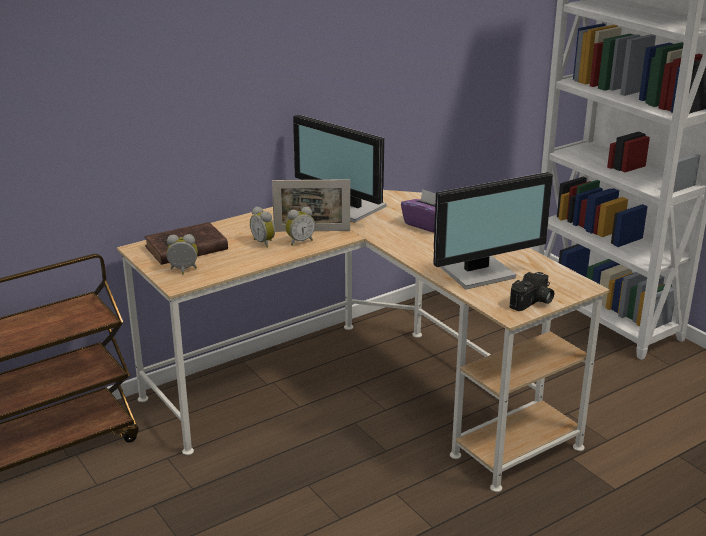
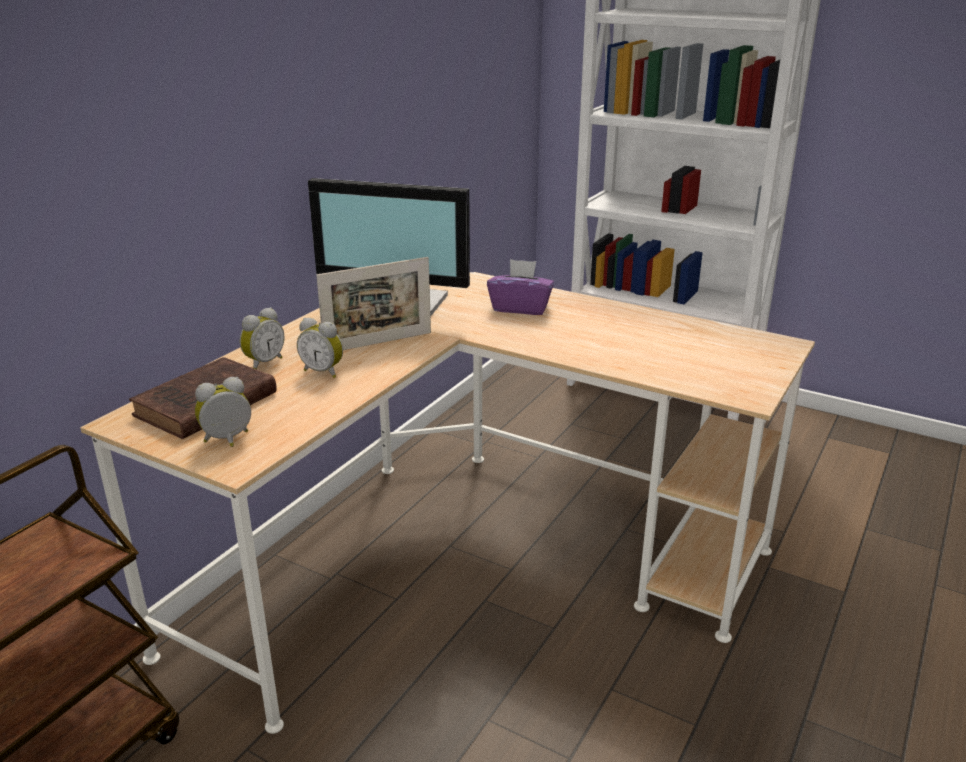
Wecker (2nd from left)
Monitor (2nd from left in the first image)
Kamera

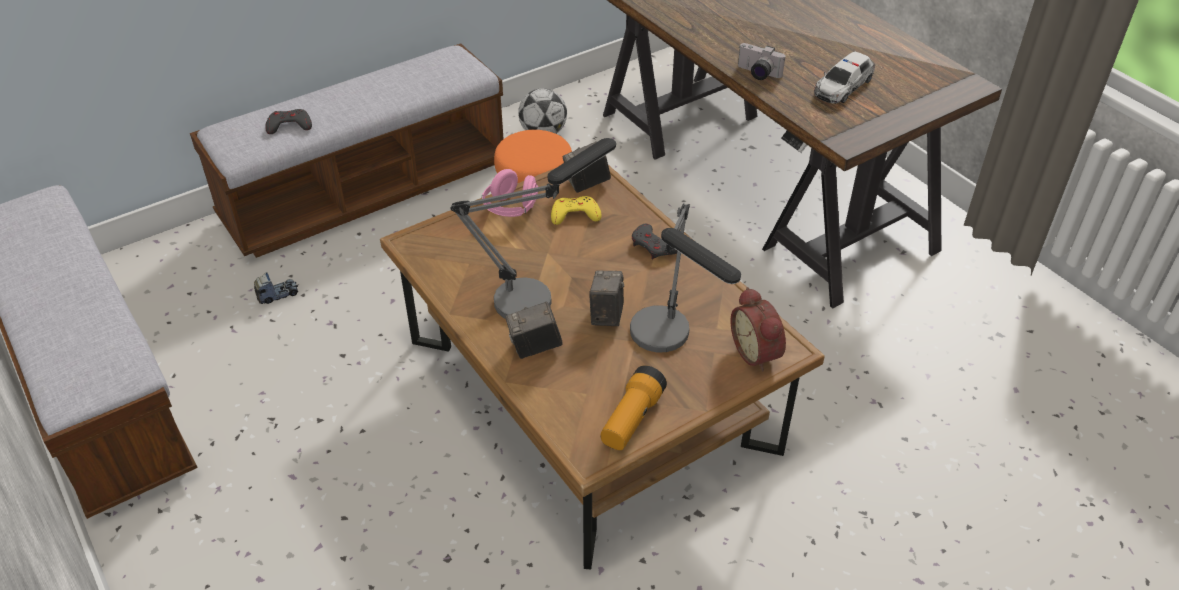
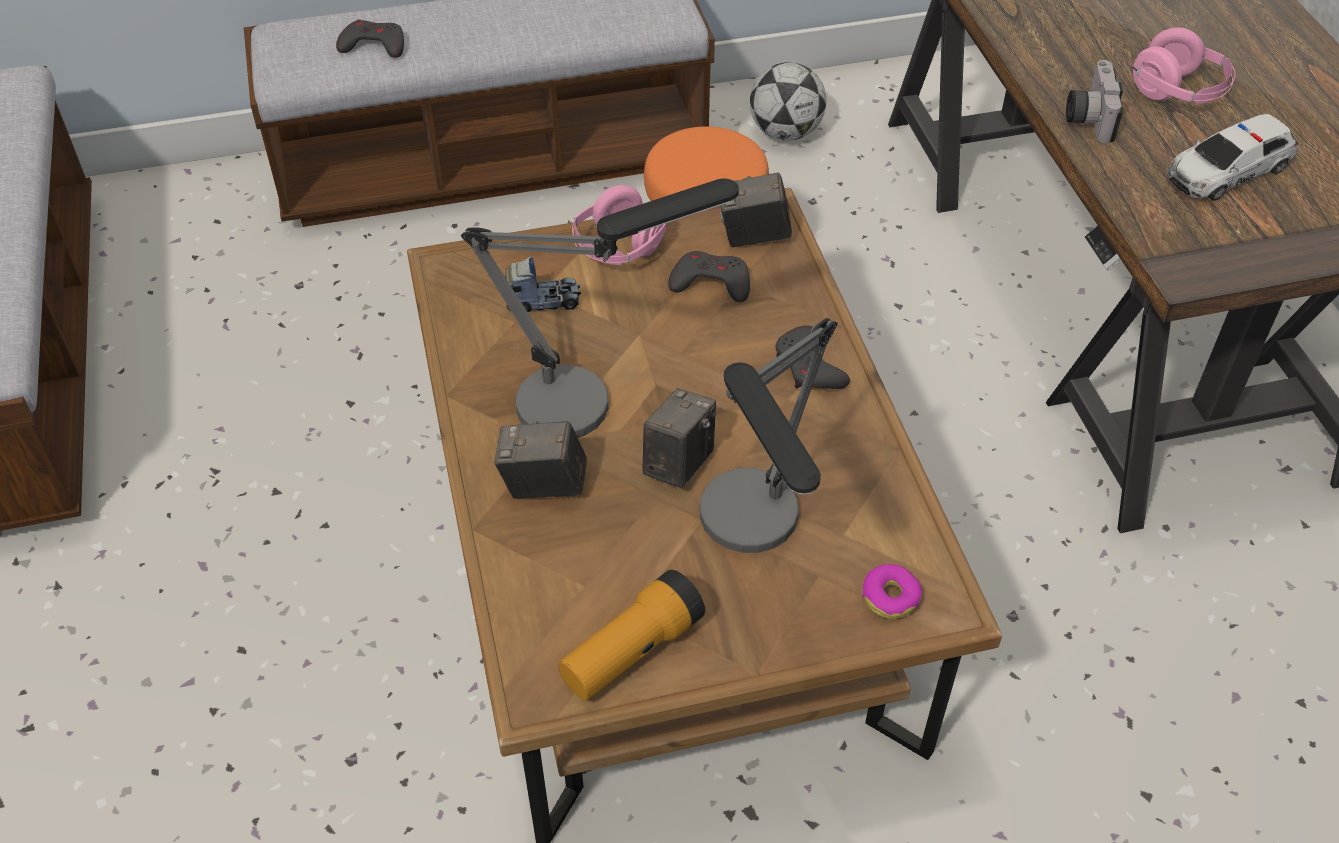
Spielzeuglaster
Gamepad [grau] (2nd from left)
Donut
Kamera (4th from left)
Kopfhörer [rosa] (2nd from left)

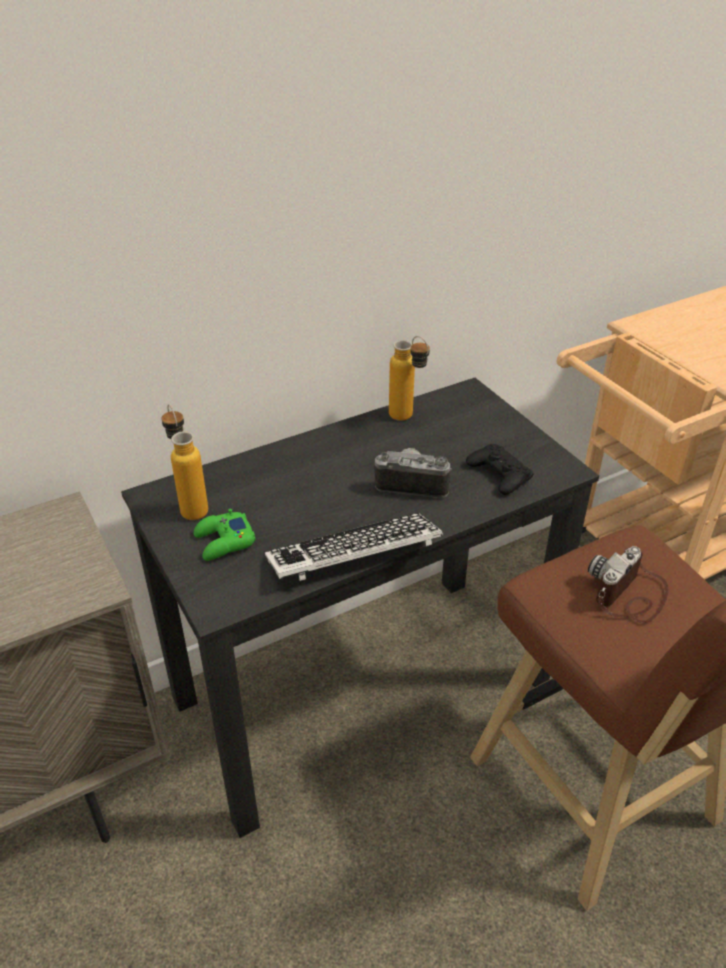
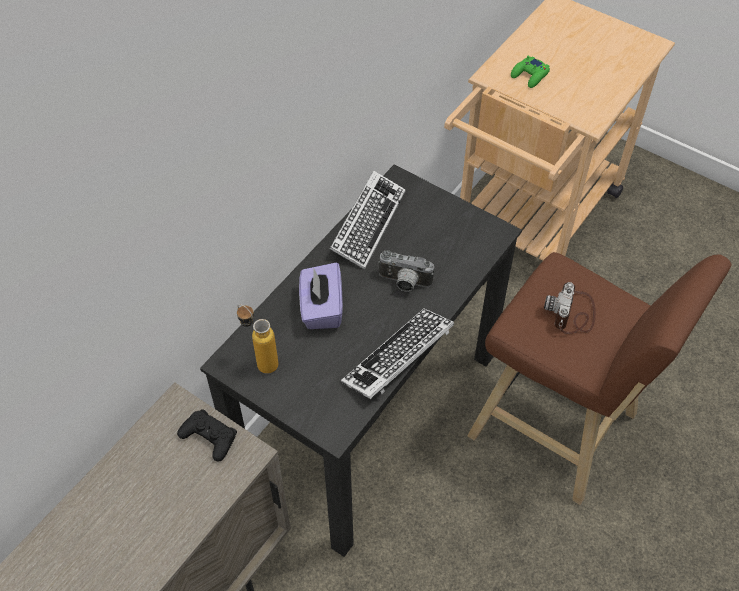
Gamepad [schwarz]
Taschentuchbox [lila]
Tastatur (1st from left)
Kamera (1st from left)
Gamepad [grün]

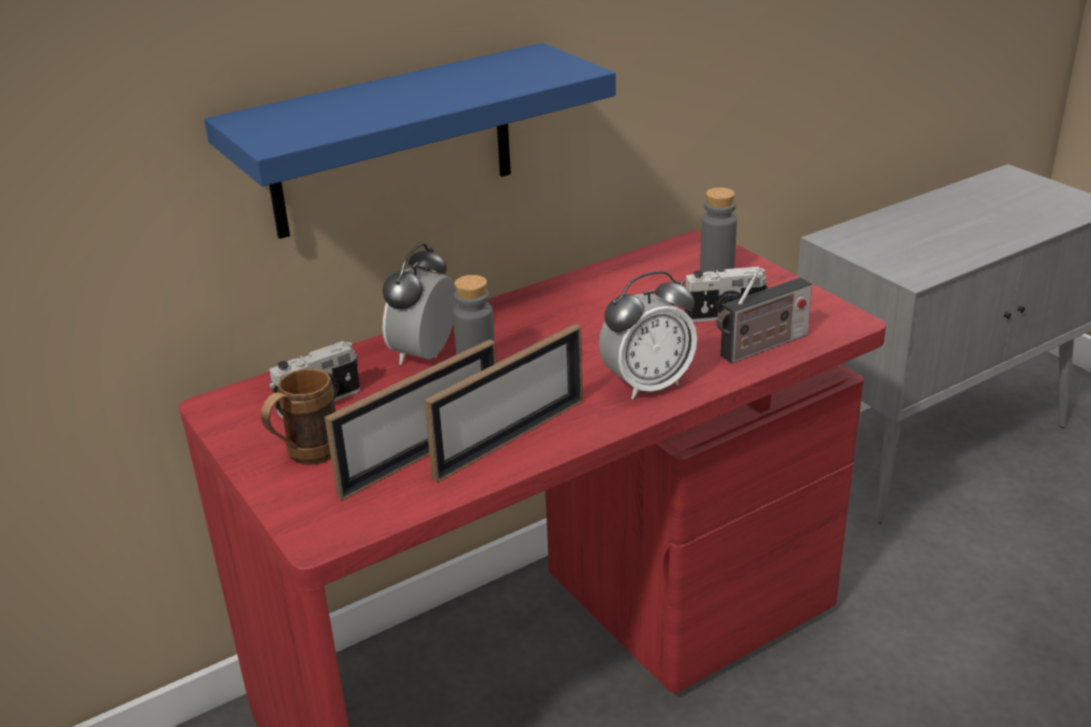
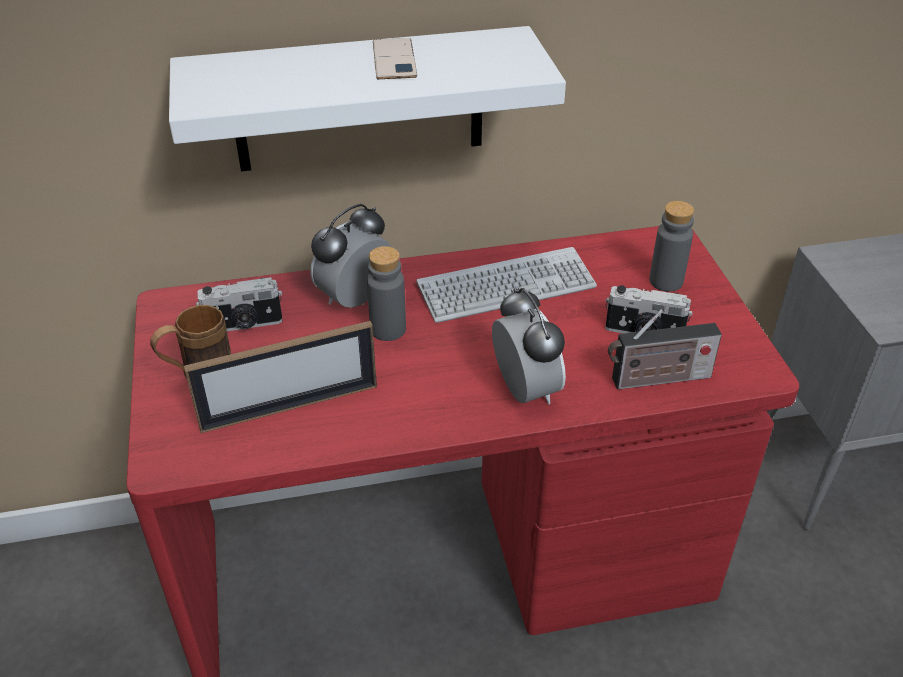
Wandregal [weiß]
Handy
Tastatur
Wecker (2nd from left)
Bilderrahmen (2nd from left in the first image)

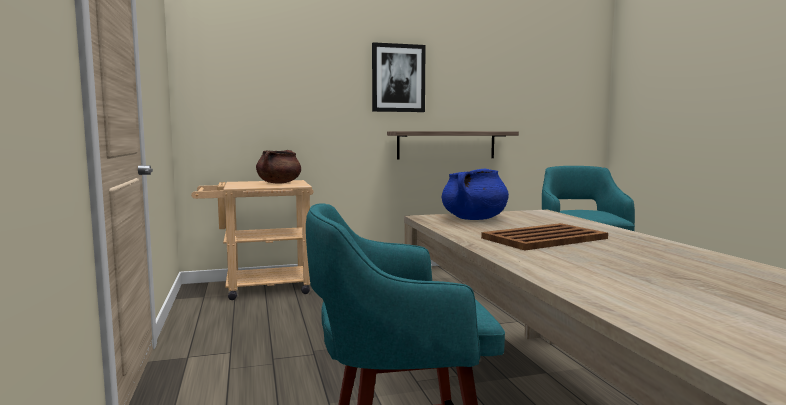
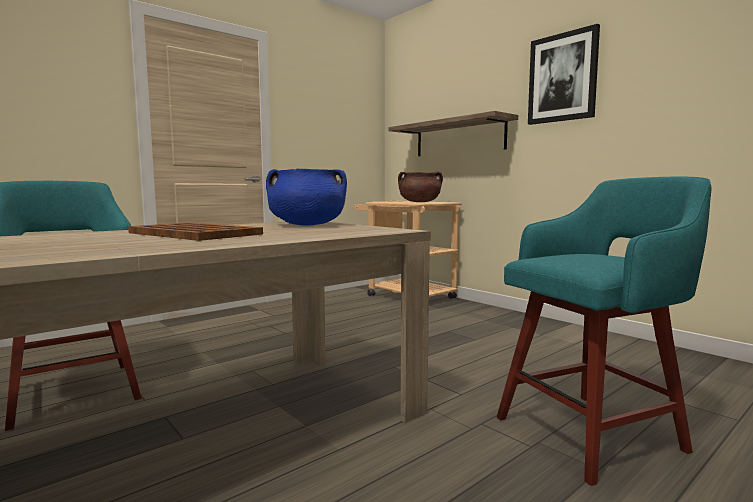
Wandregal

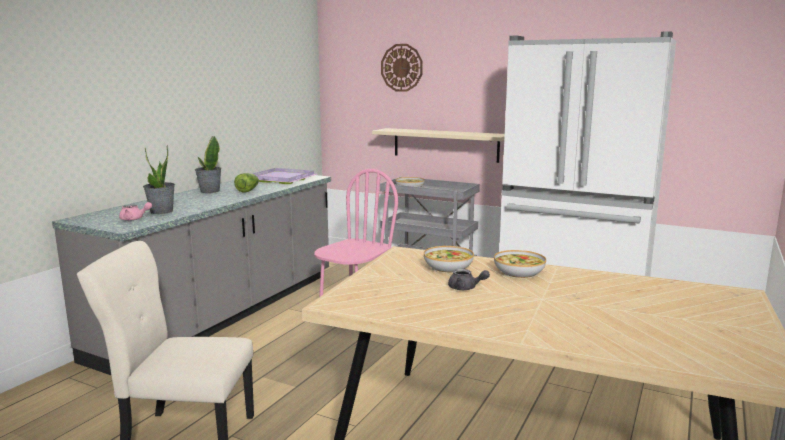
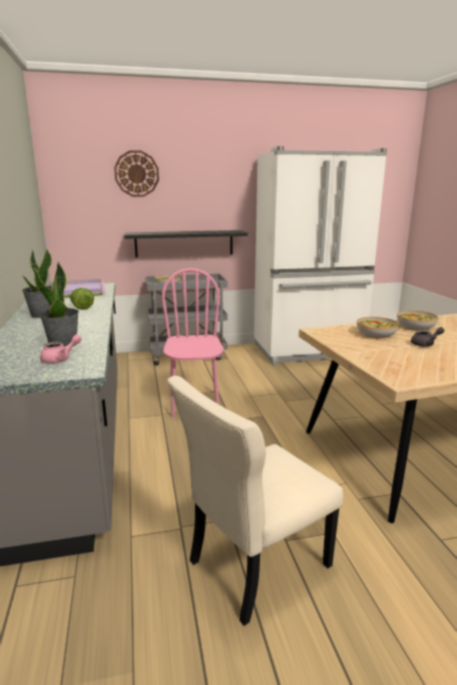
Wandregal [schwarz]

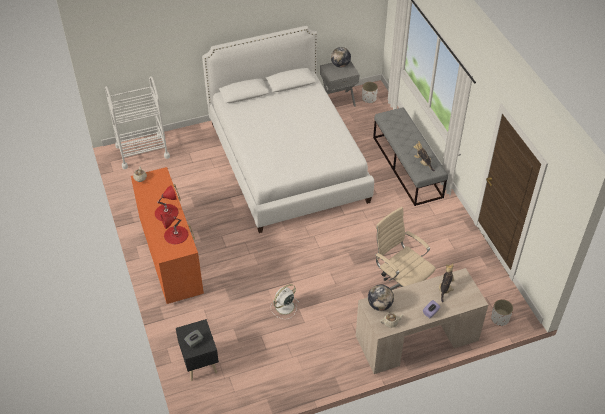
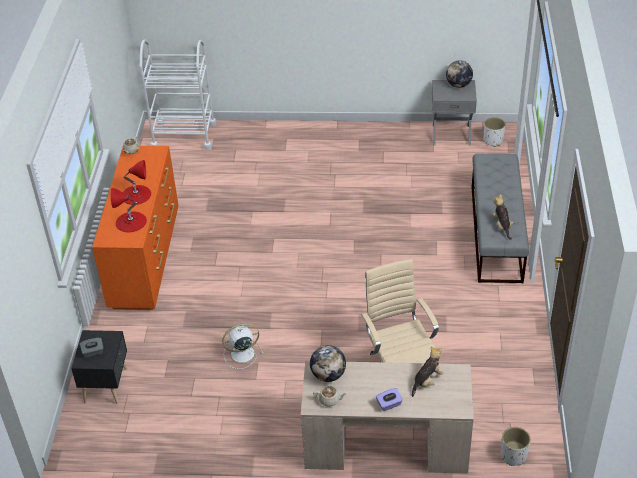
Bett [weiß]

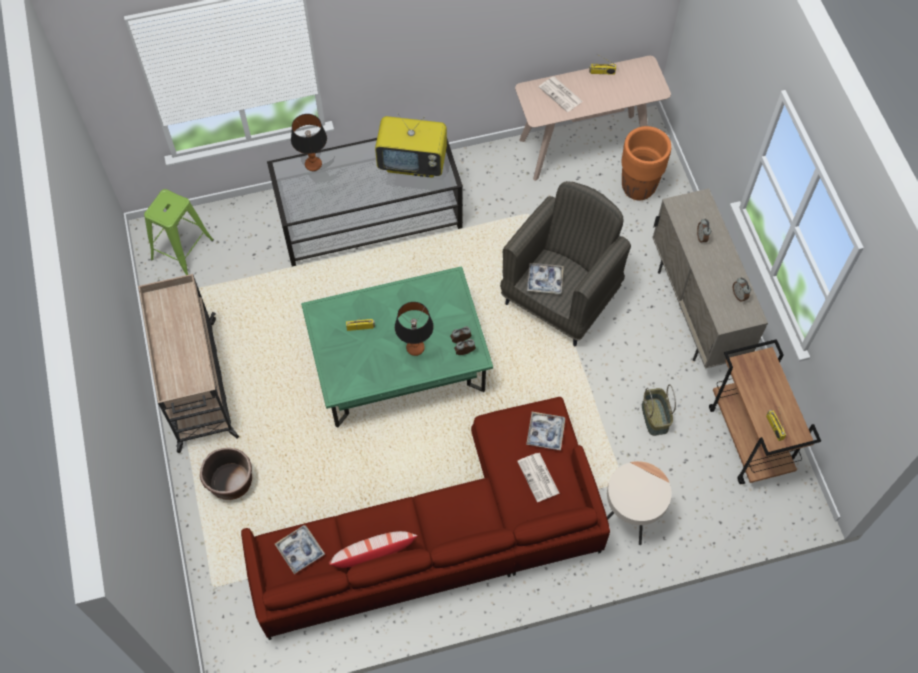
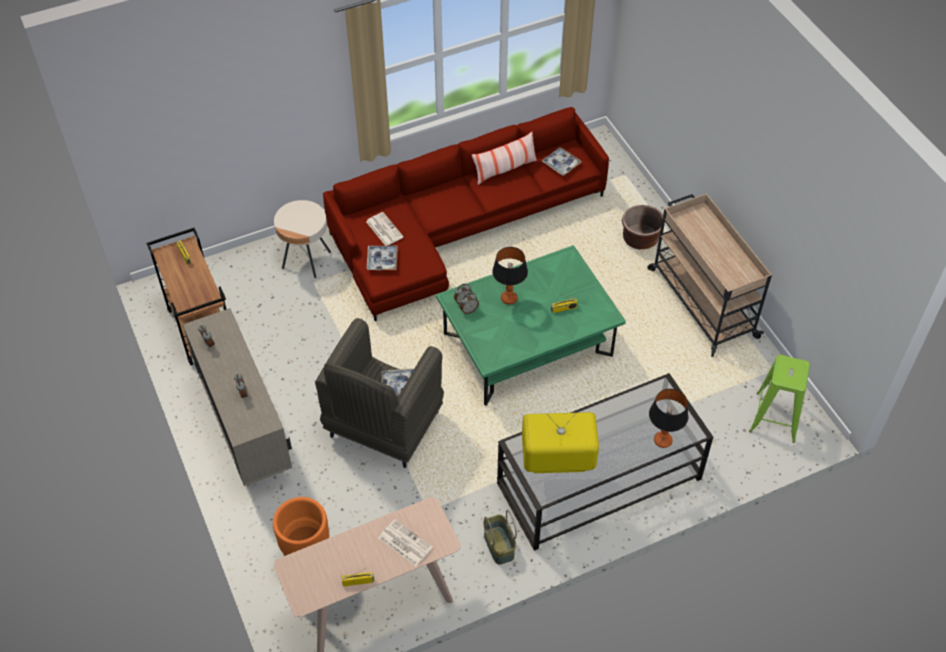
Korb

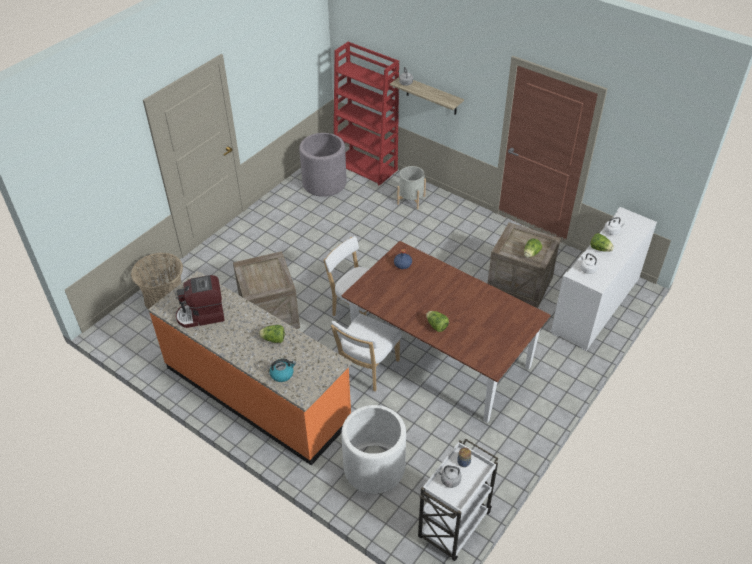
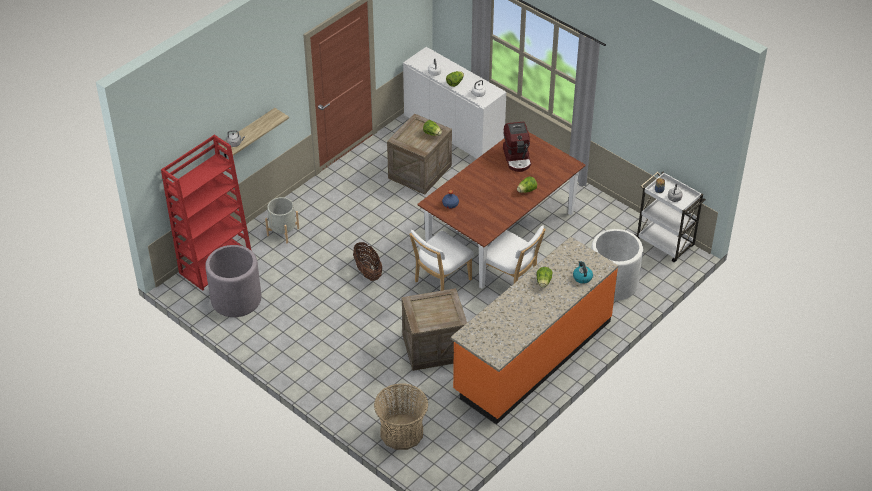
Korb (1st from left)
Kaffeemaschine

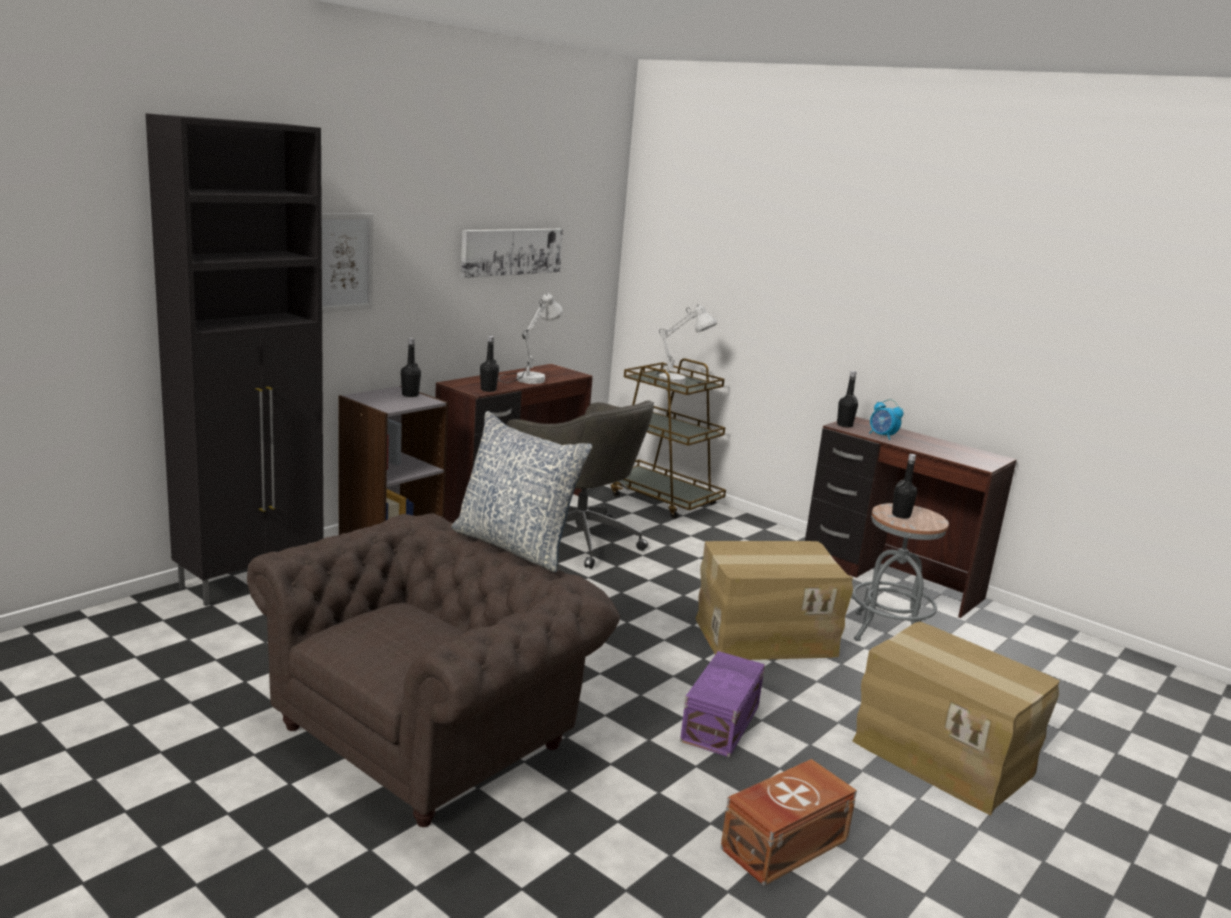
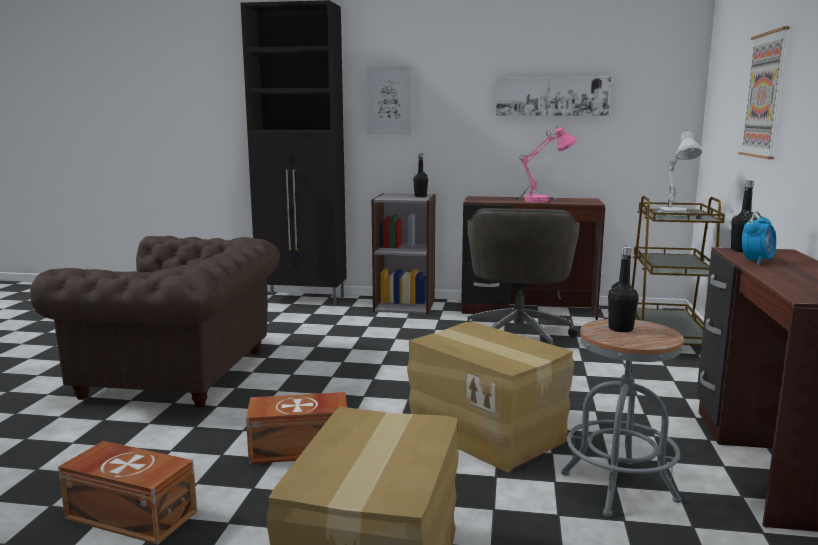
Aufbewahrungsbox [braun] (2nd from left)
Tischlampe [rosa]
Bild (3rd from left)
Wecker
Kissen
Flasche [schwarz] (2nd from left in the first image)

